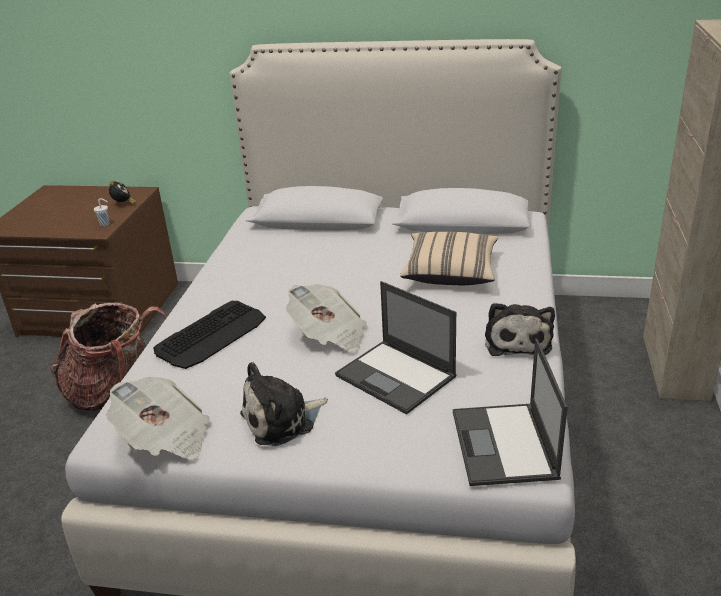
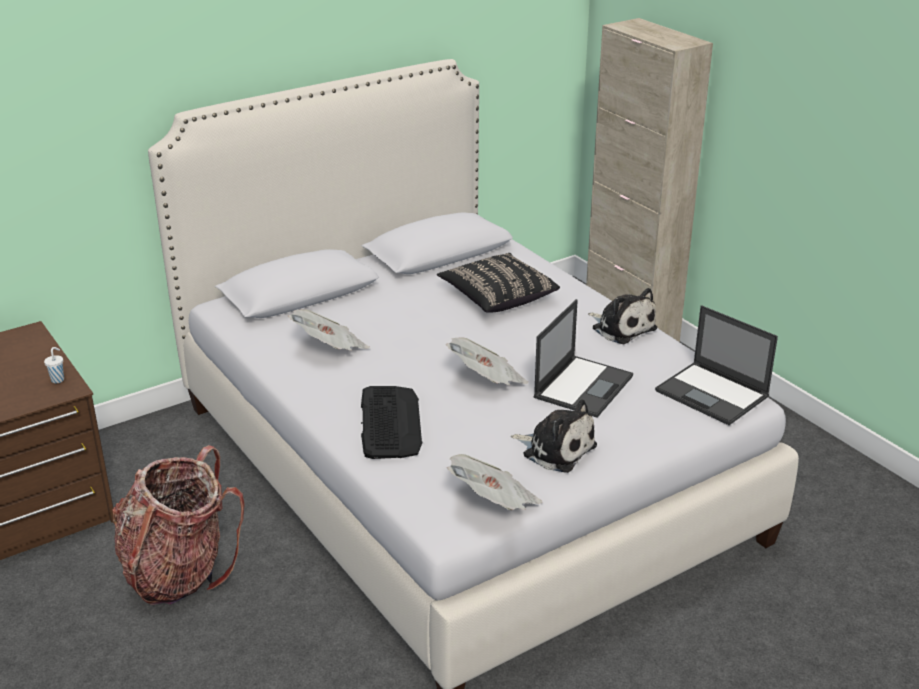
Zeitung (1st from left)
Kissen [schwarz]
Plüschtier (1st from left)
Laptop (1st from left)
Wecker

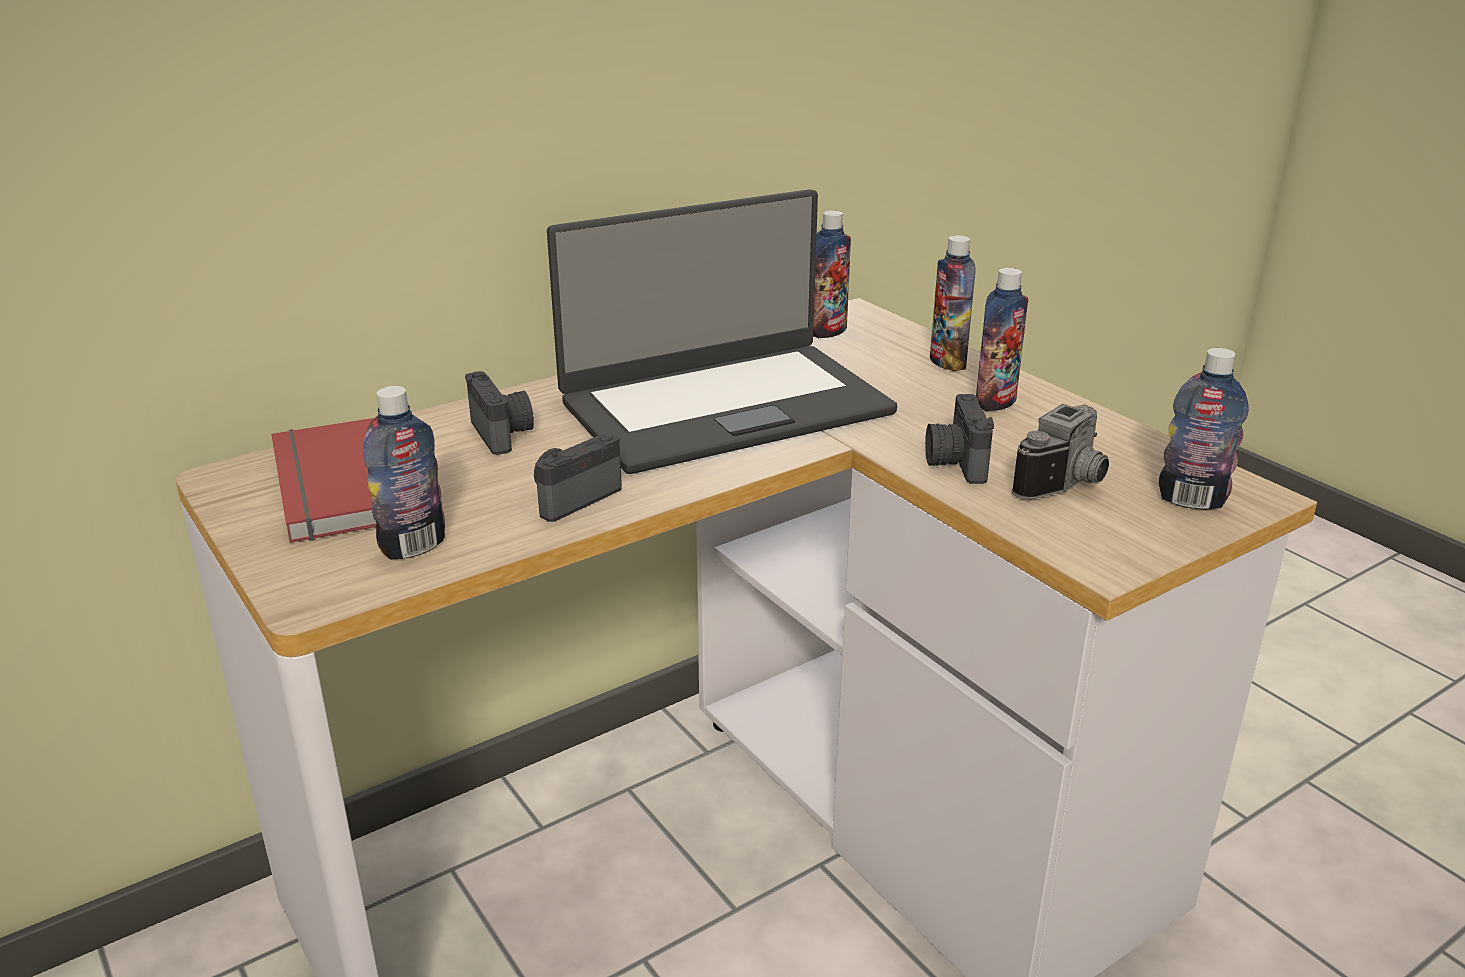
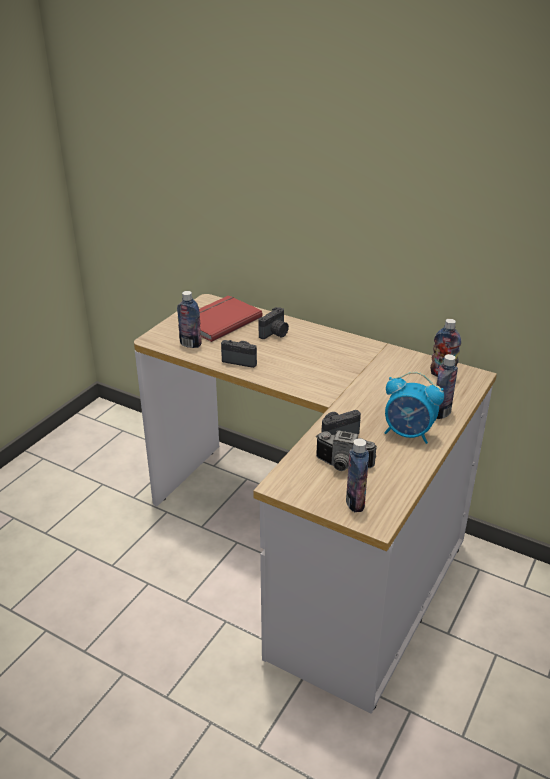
Wecker
Laptop

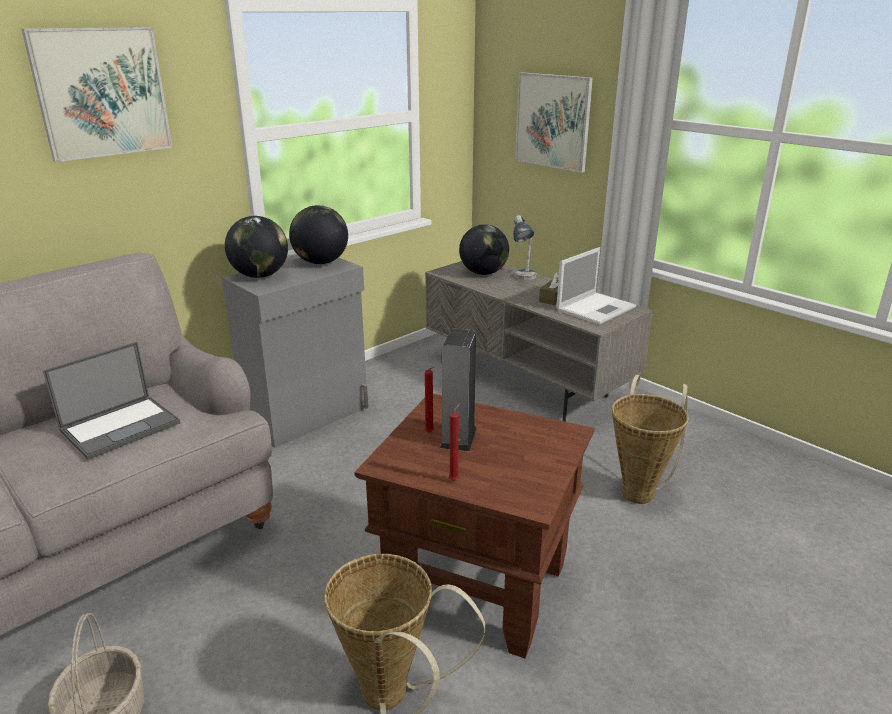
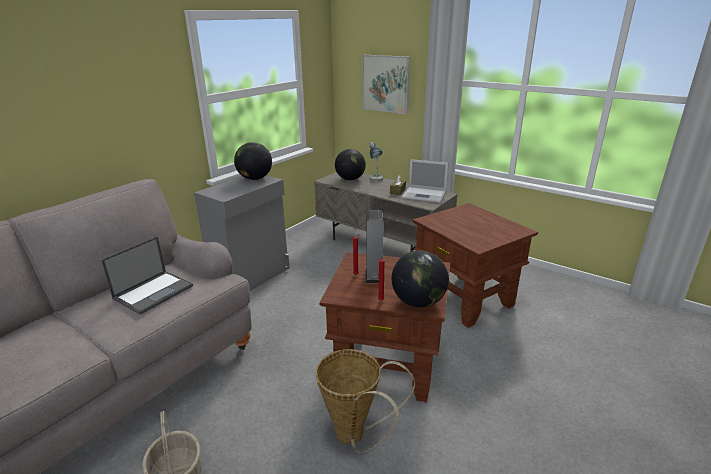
Globus (3rd from left)
Laptop (2nd from left)
Beistelltisch [braun] (2nd from left)
Bild (1st from left in the first image)

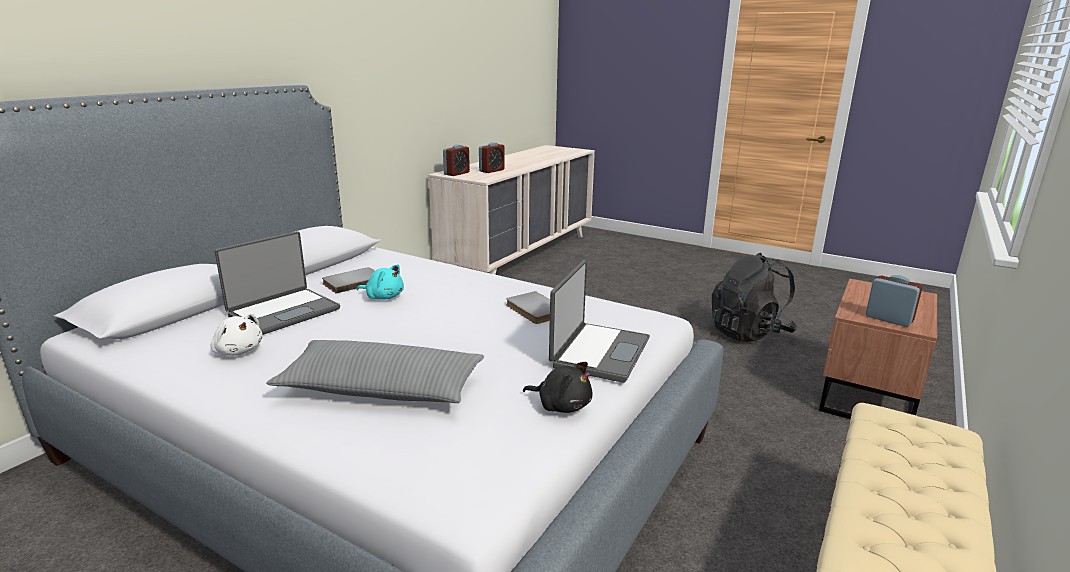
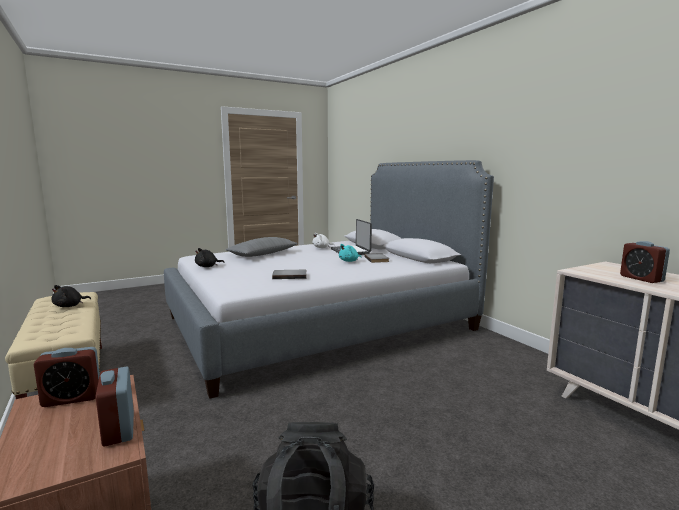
Plüschtier [schwarz] (1st from left)
Wecker (2nd from left)
Laptop (2nd from left in the first image)

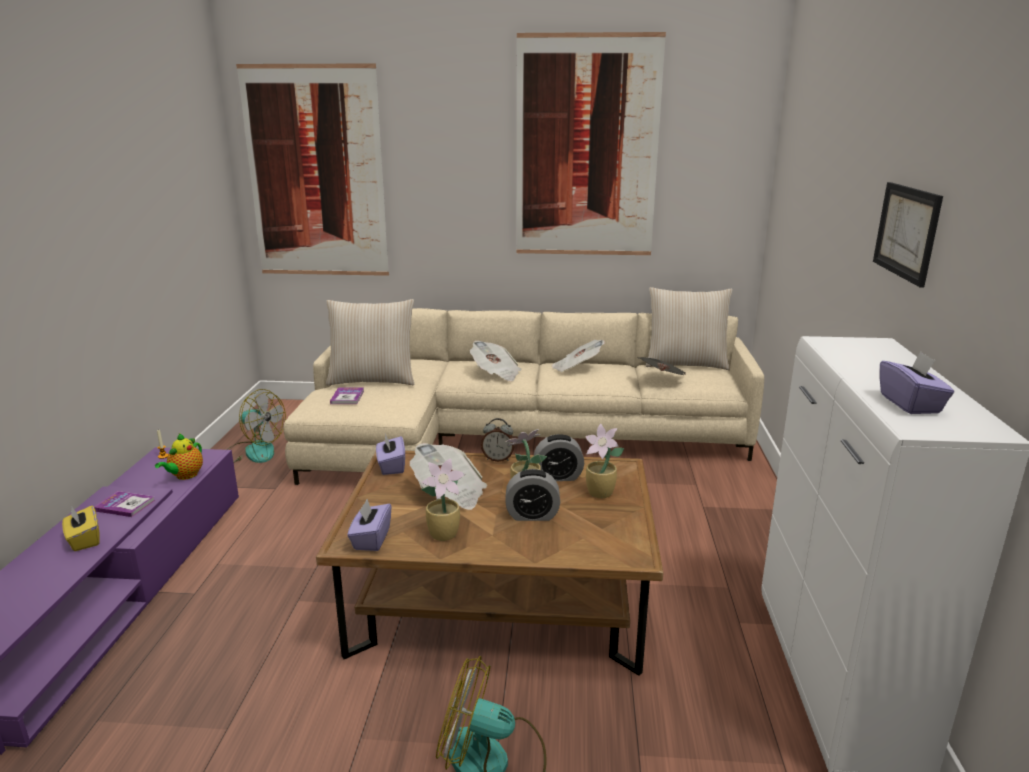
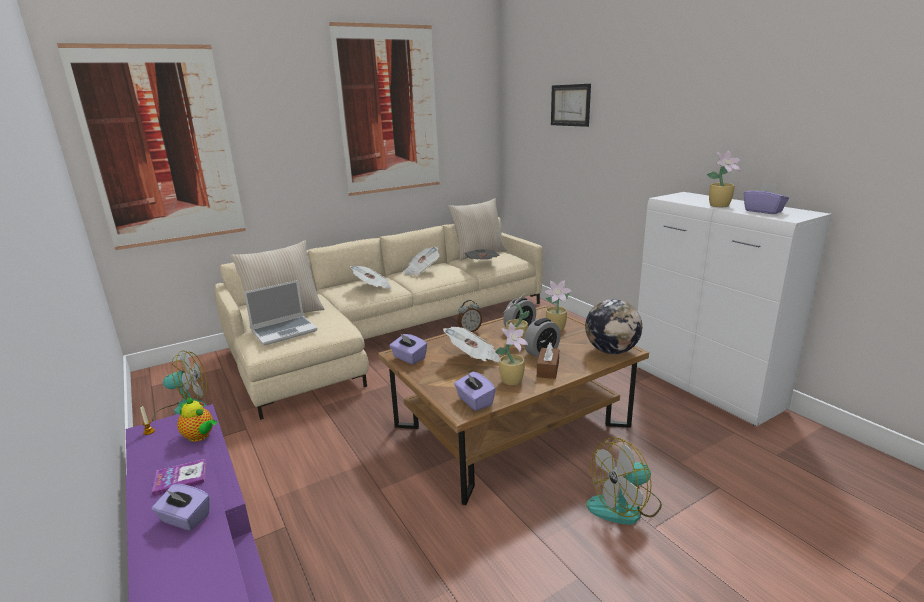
Taschentuchbox [lila] (1st from left)
Teekanne
Laptop
Taschentuchbox [braun]
Bild (3rd from left)
Globus
Topfpflanze (4th from left)

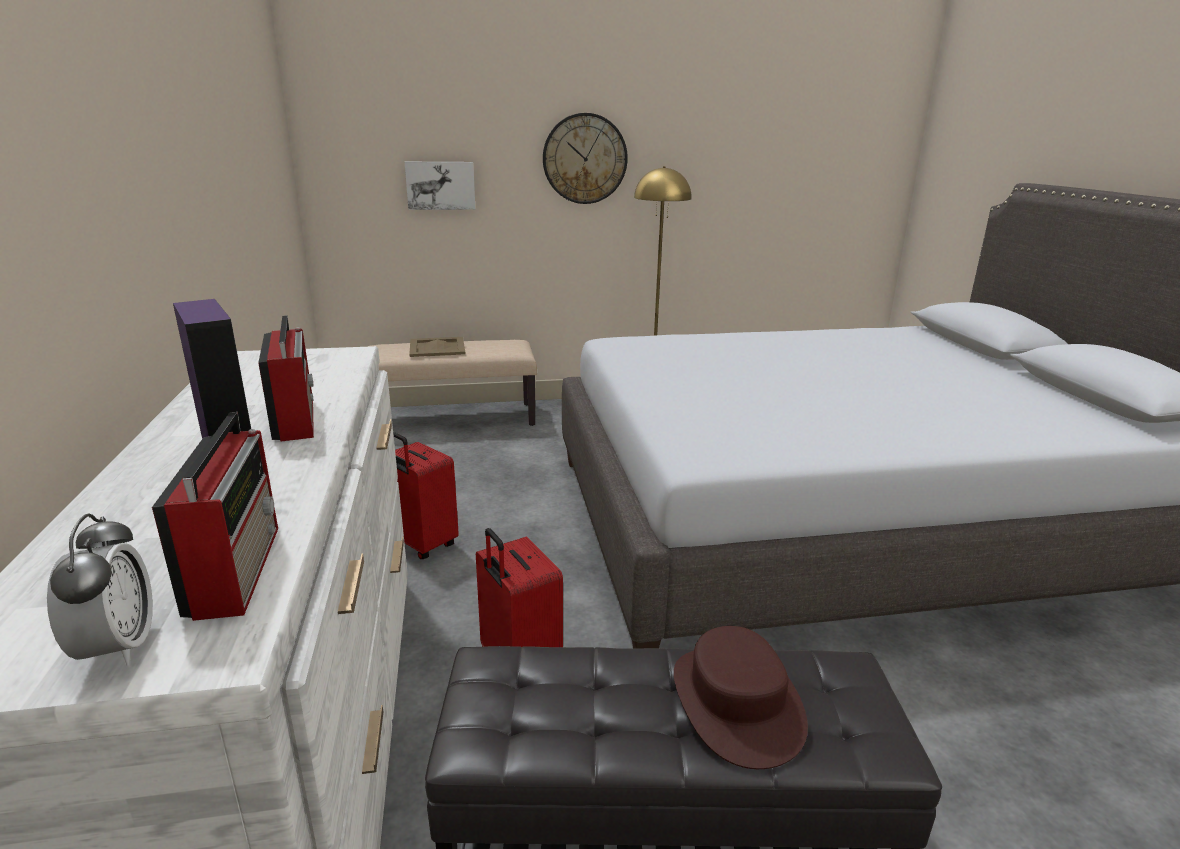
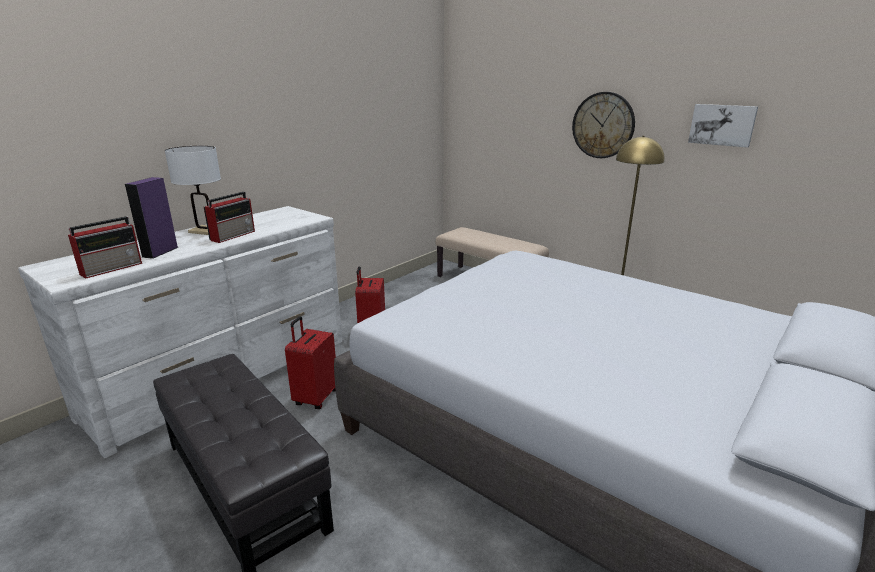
Tischlampe [weiß]
Bild
Wecker
Tablett [beige]
Hut [braun]

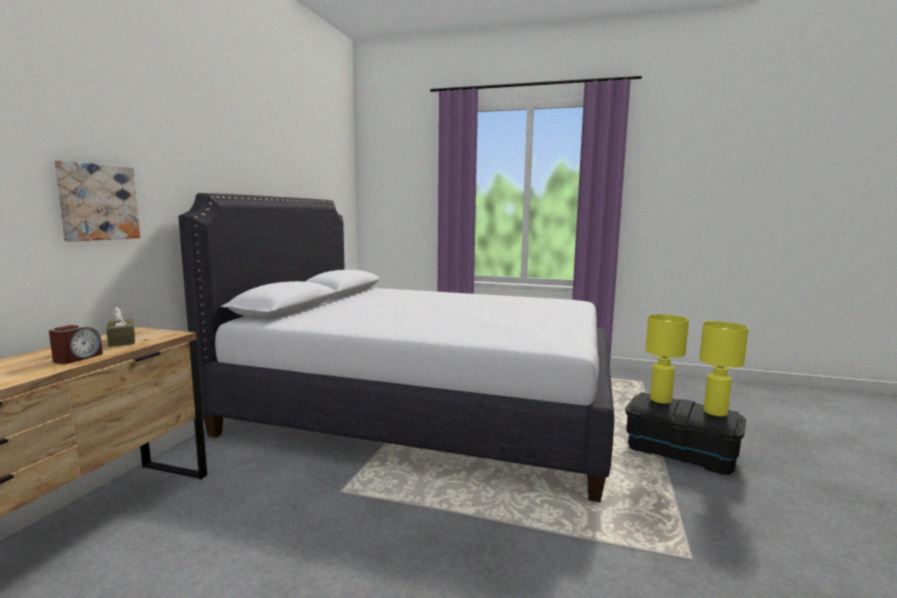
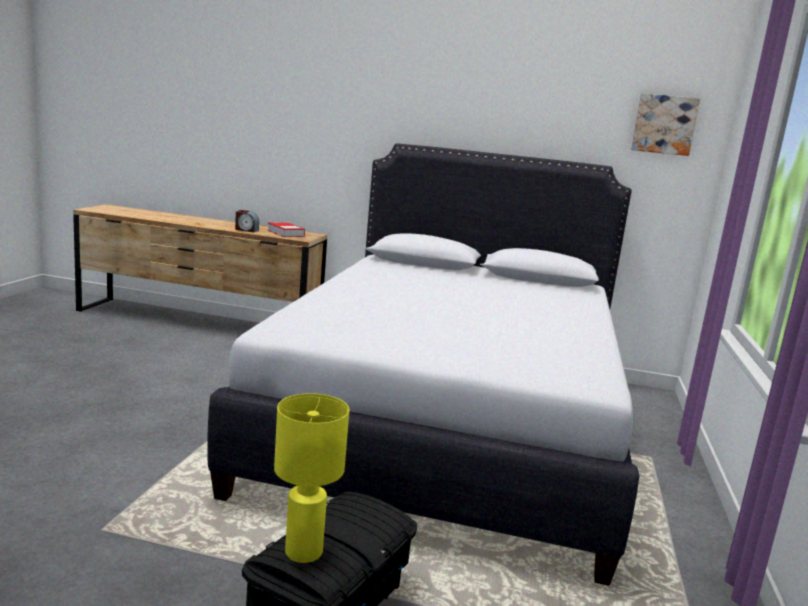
Buch
Bild
Tischlampe [gelb] (1st from left in the first image)

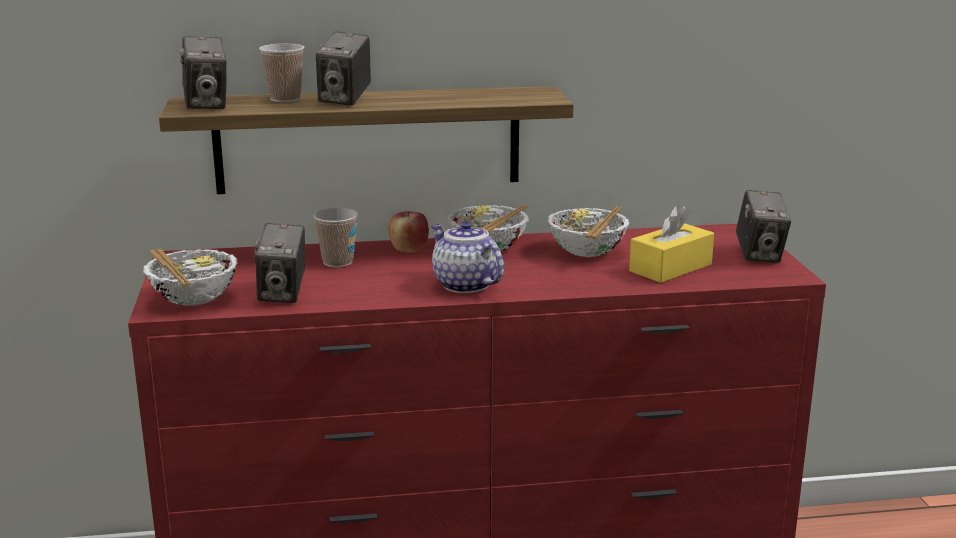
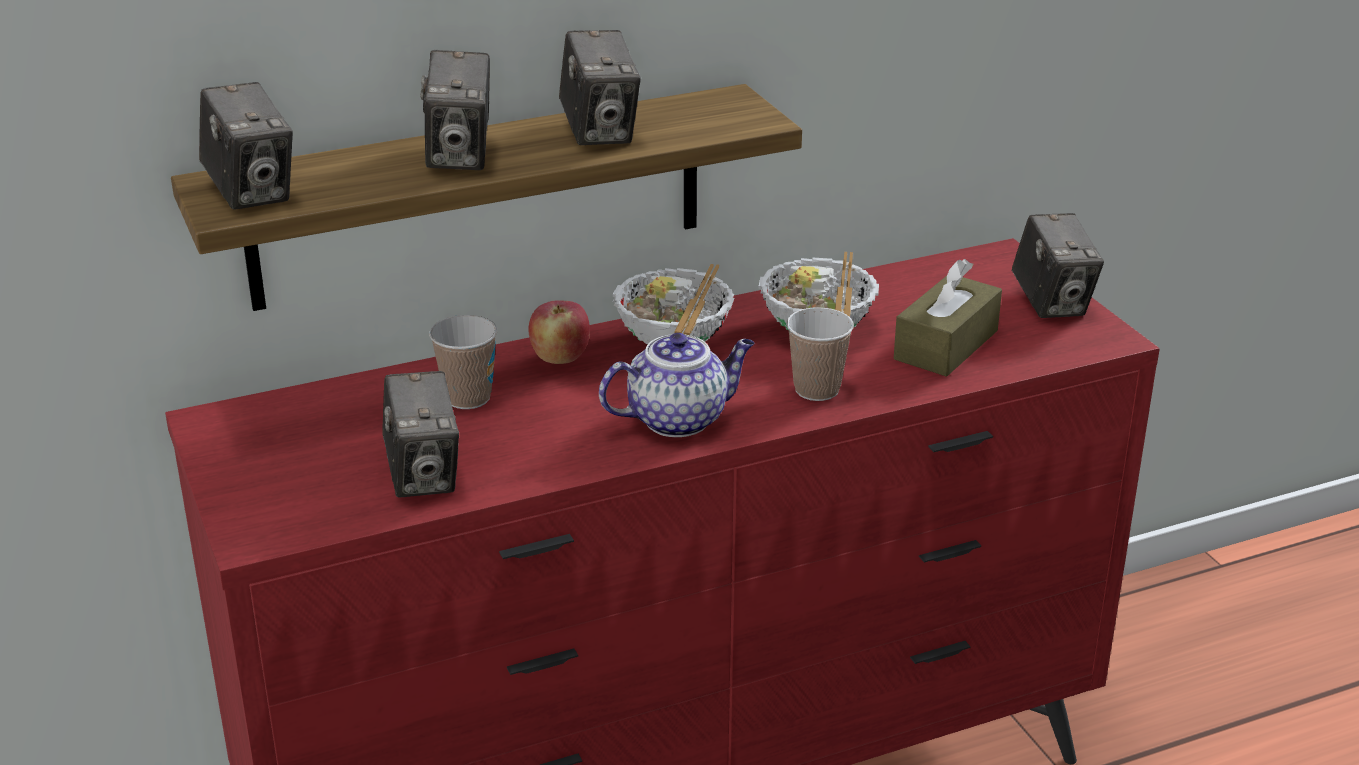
Kamera (4th from left)
Teekanne
Tasse (2nd from left)
Taschentuchbox [braun]
Schüssel (1st from left in the first image)

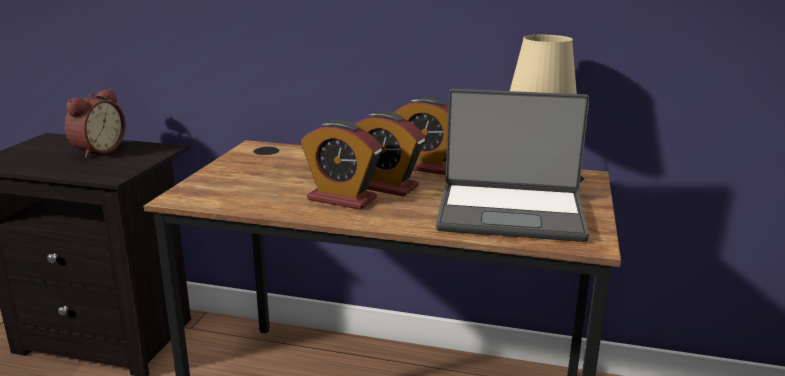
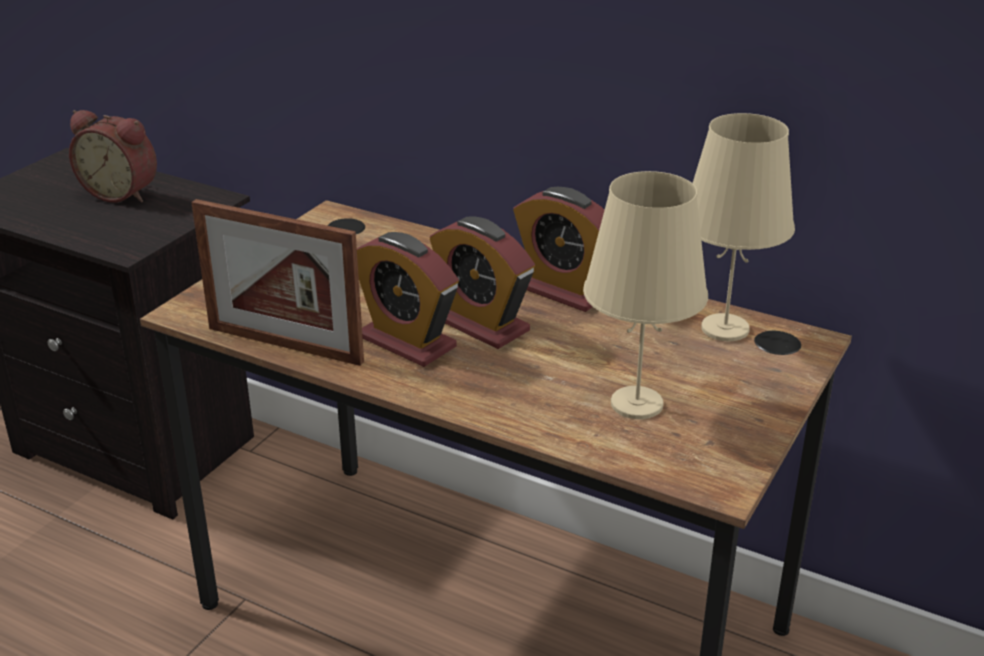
Wecker (1st from left)
Bilderrahmen
Tischlampe [beige] (1st from left)

